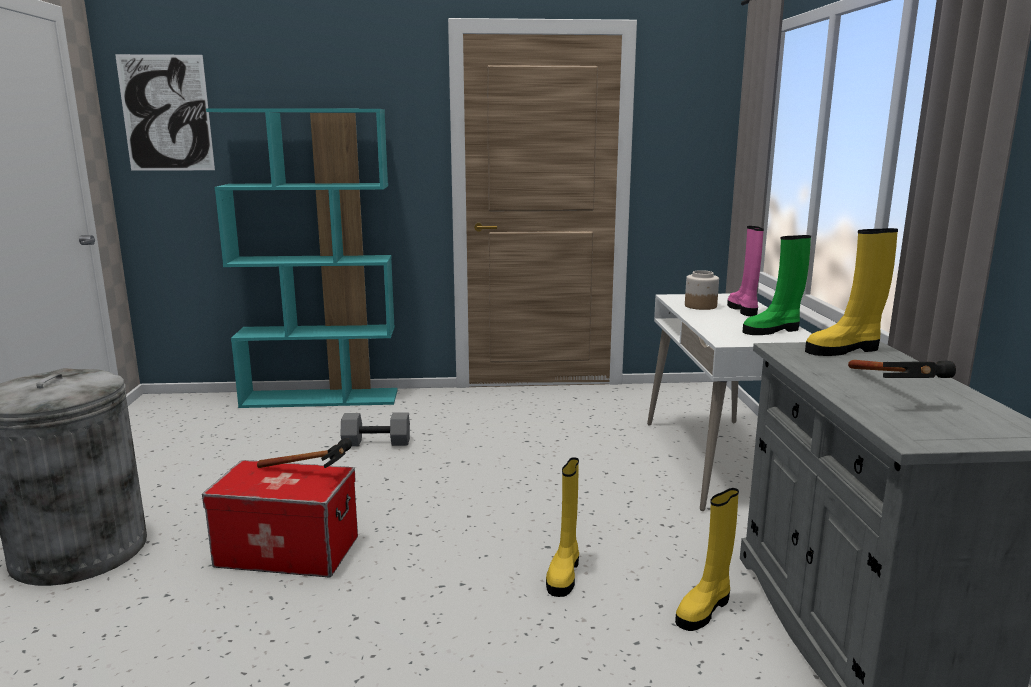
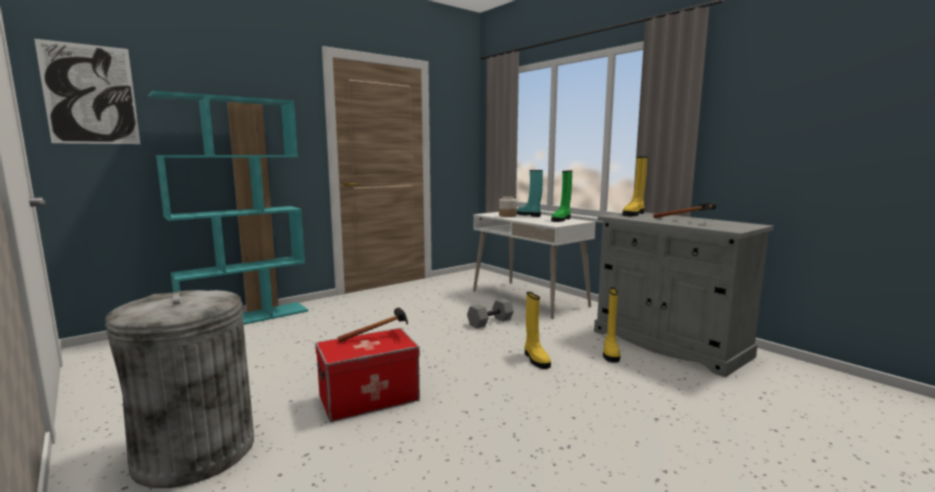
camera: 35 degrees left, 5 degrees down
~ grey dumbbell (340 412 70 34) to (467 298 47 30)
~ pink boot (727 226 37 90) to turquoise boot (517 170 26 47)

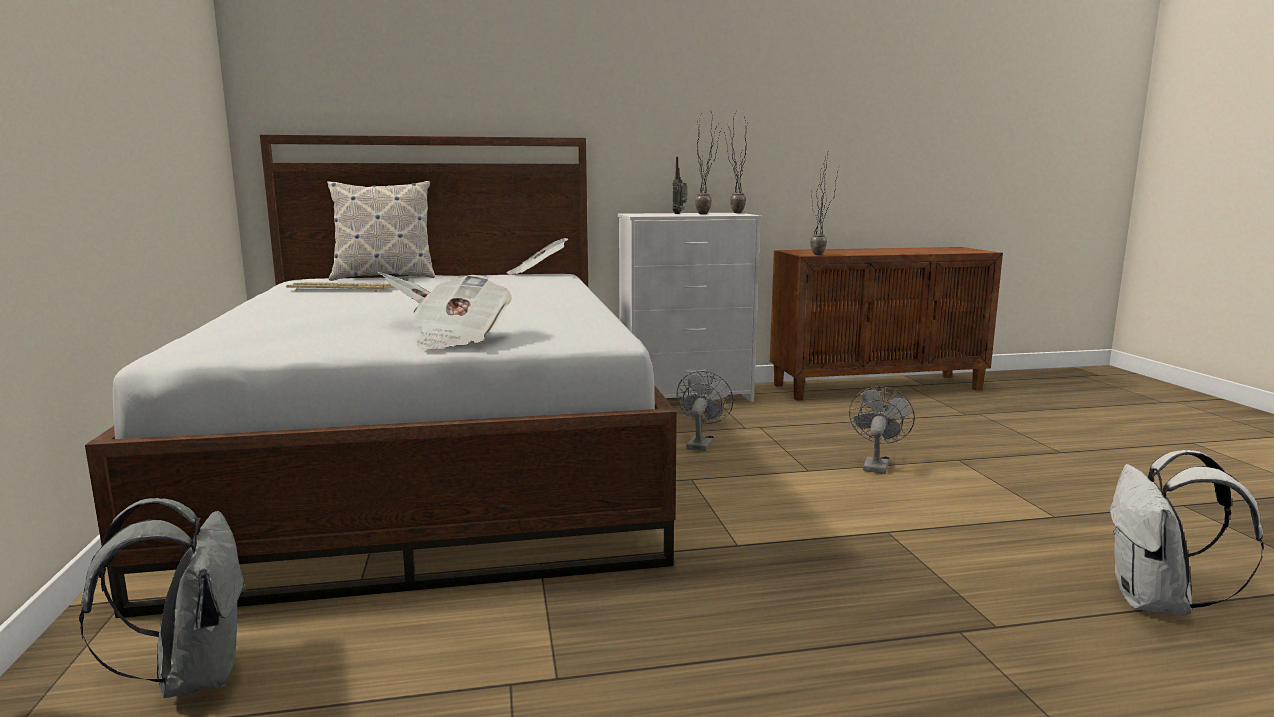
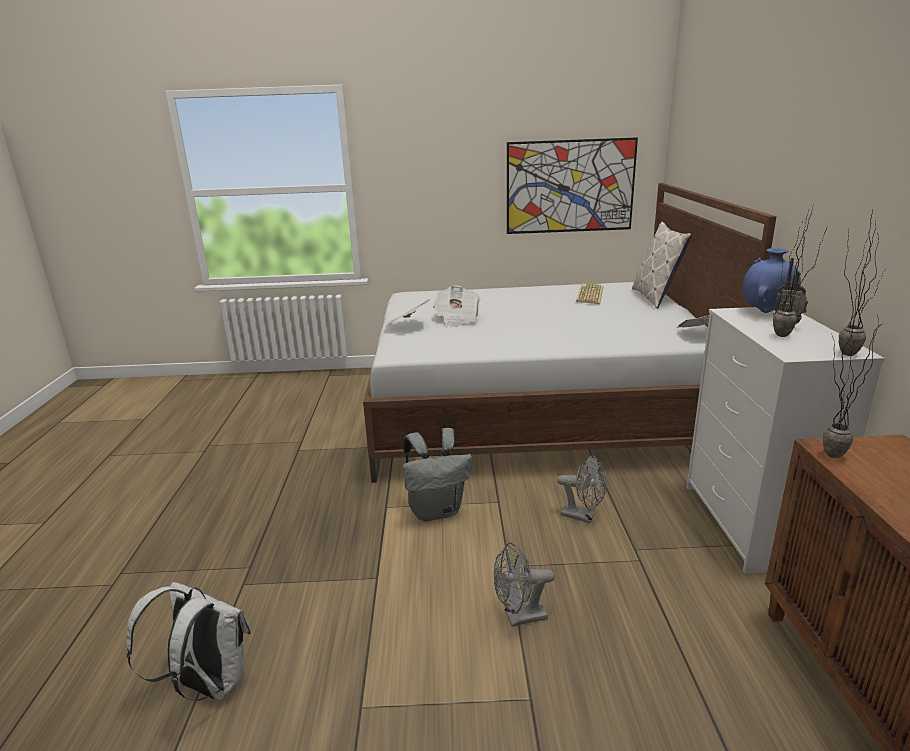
camera: 100 degrees right, 10 degrees up
+ picture (507 137 131 97)
+ blue vase (743 248 58 65)
~ grey backpack (79 498 168 200) to (403 428 69 93)
~ grey fan (849 386 66 88) = (493 542 61 85) 135 degrees clockwise

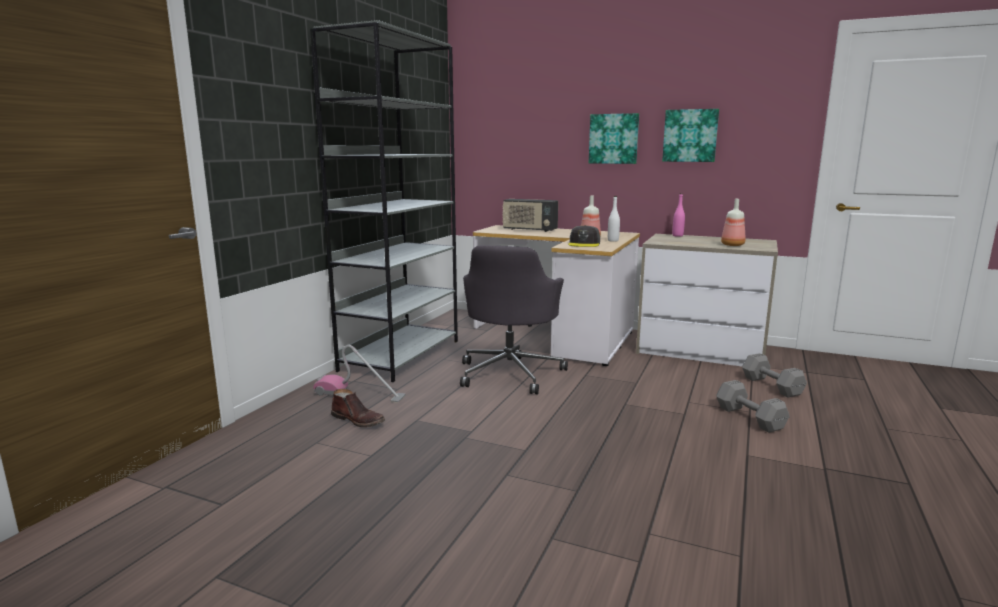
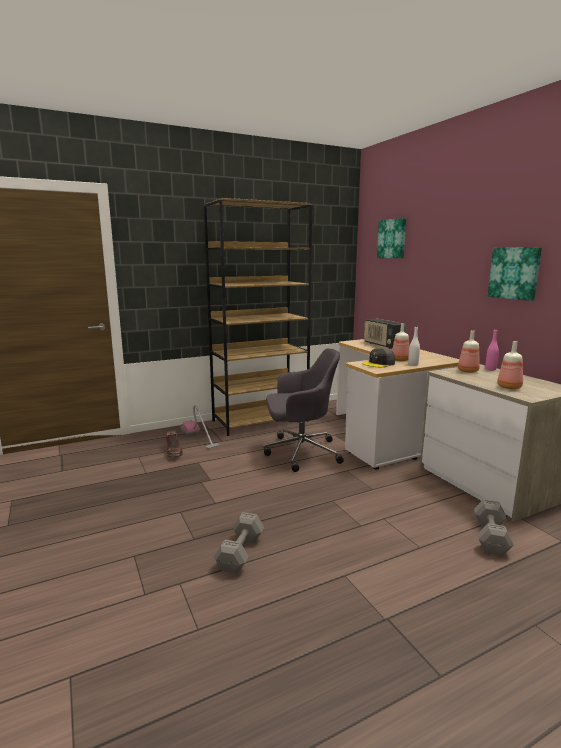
camera: 40 degrees right, 0 degrees up
+ bottle (458 330 22 43)
~ picture (589 113 50 51) to (377 218 29 40)
~ grey dumbbell (716 380 74 53) to (214 512 50 62)
~ grey bookcase (310 20 148 362) to brown bookcase (204 198 109 238)
~ grey office chair (460 245 108 149) = (263 348 81 124) 150 degrees counterclockwise

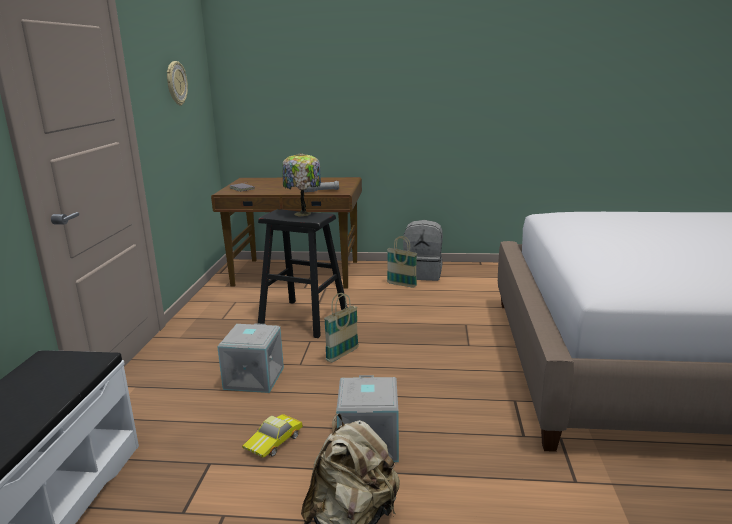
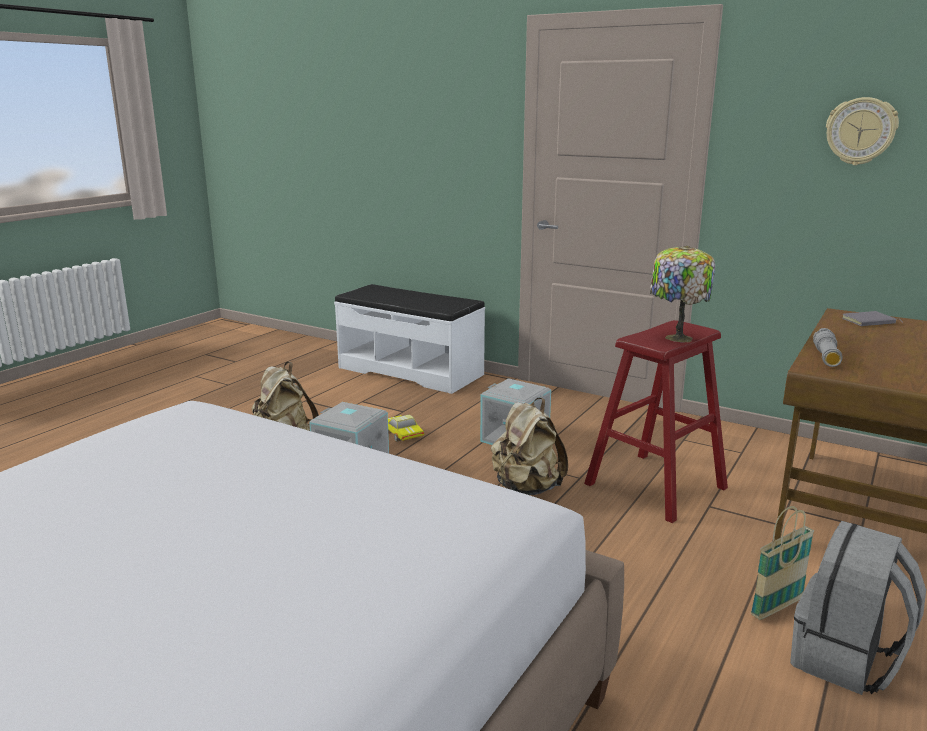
camera: 115 degrees right, 0 degrees up
~ basket (324 293 35 70) to beige backpack (491 398 77 97)
~ black stool (258 209 89 129) to red stool (584 320 144 203)

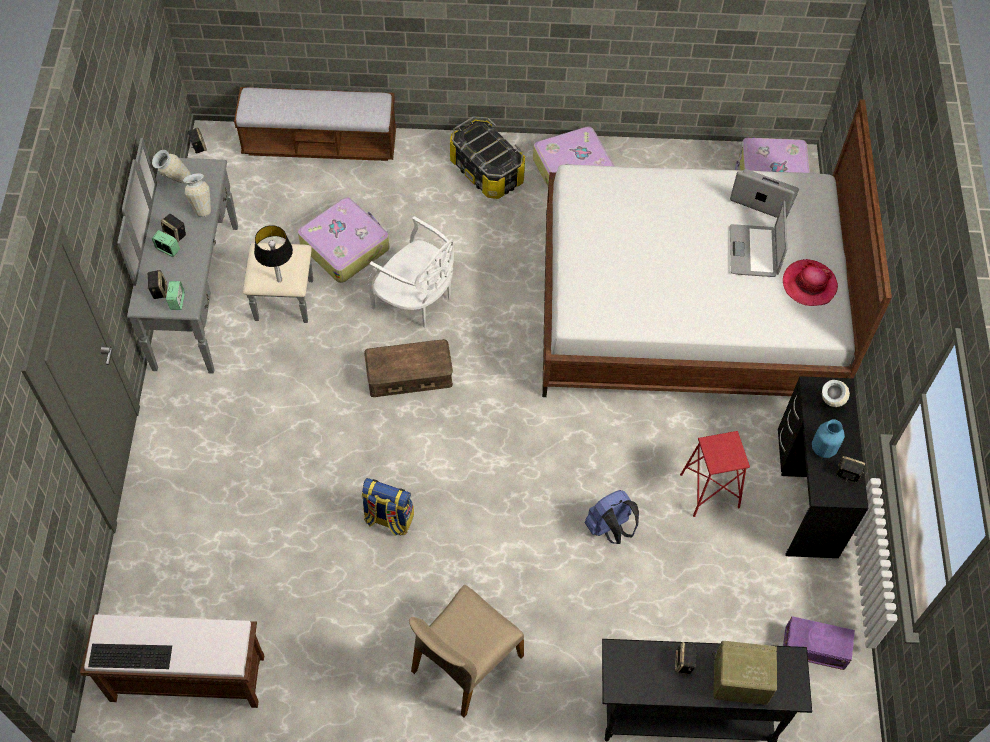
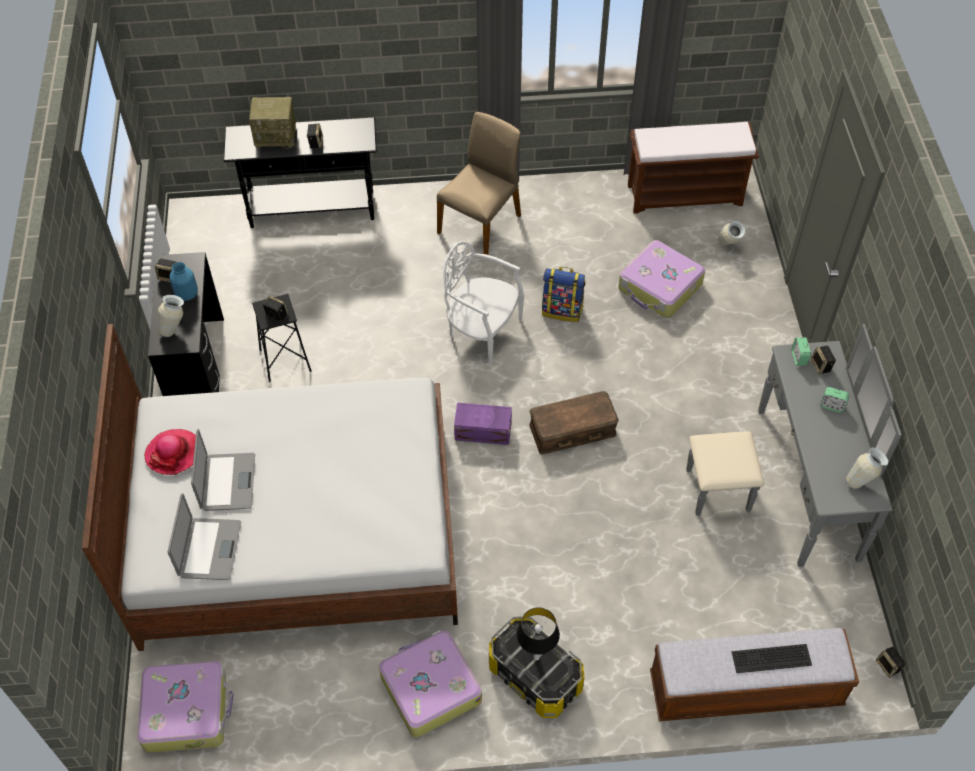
camera: 175 degrees right, 5 degrees down
- blue backpack (585 490 54 54)
~ keyboard (88 644 84 25) to (732 644 80 29)
~ speaker (161 214 25 28) to (263 296 25 25)
~ vase (183 173 28 44) to (718 221 27 24)
~ table lamp (254 225 39 57) to (516 607 44 54)
~ suitcase (298 197 92 86) to (618 240 87 78)
~ white chair (368 216 86 112) to (443 241 81 124)
~ purple storage box (783 616 72 54) to (454 403 58 42)
~ red stool (680 431 70 86) to black stool (252 294 59 88)
~ laptop (730 169 69 50) = (168 494 73 86) 105 degrees counterclockwise

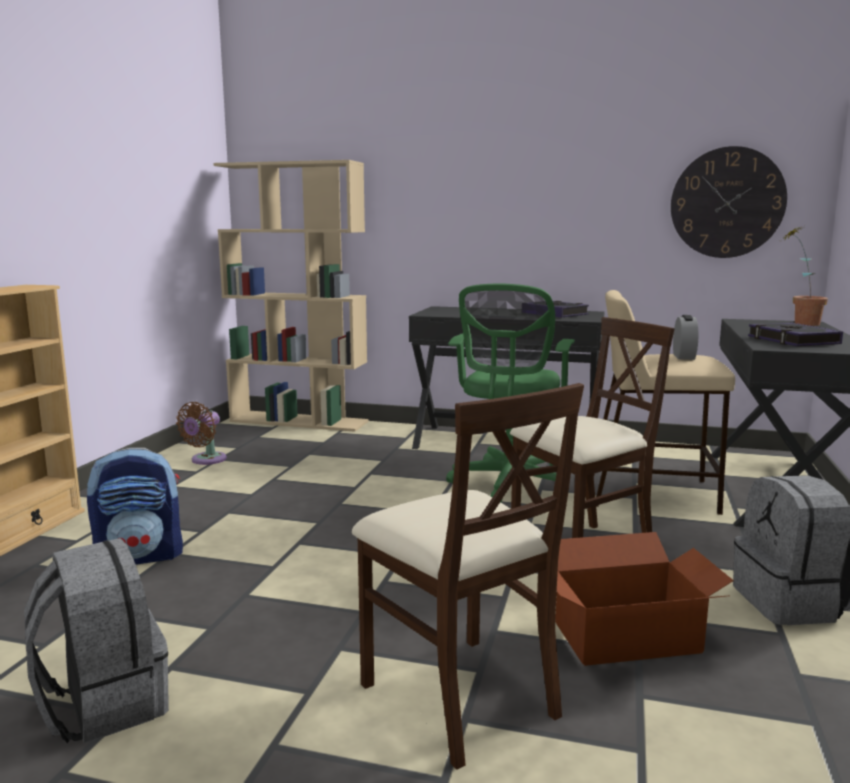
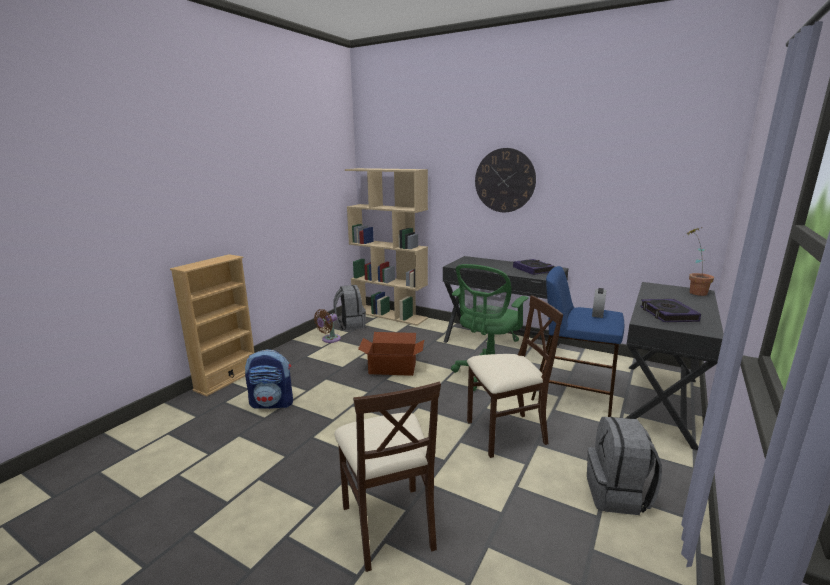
camera: 15 degrees right, 5 degrees up
~ grey backpack (24 538 145 206) to (333 285 33 45)
~ cardboard box (555 532 179 134) to (358 332 66 44)
~ wall clock (671 146 116 112) to (475 148 61 64)
~ beige stool (594 290 141 225) to blue stool (531 266 93 151)

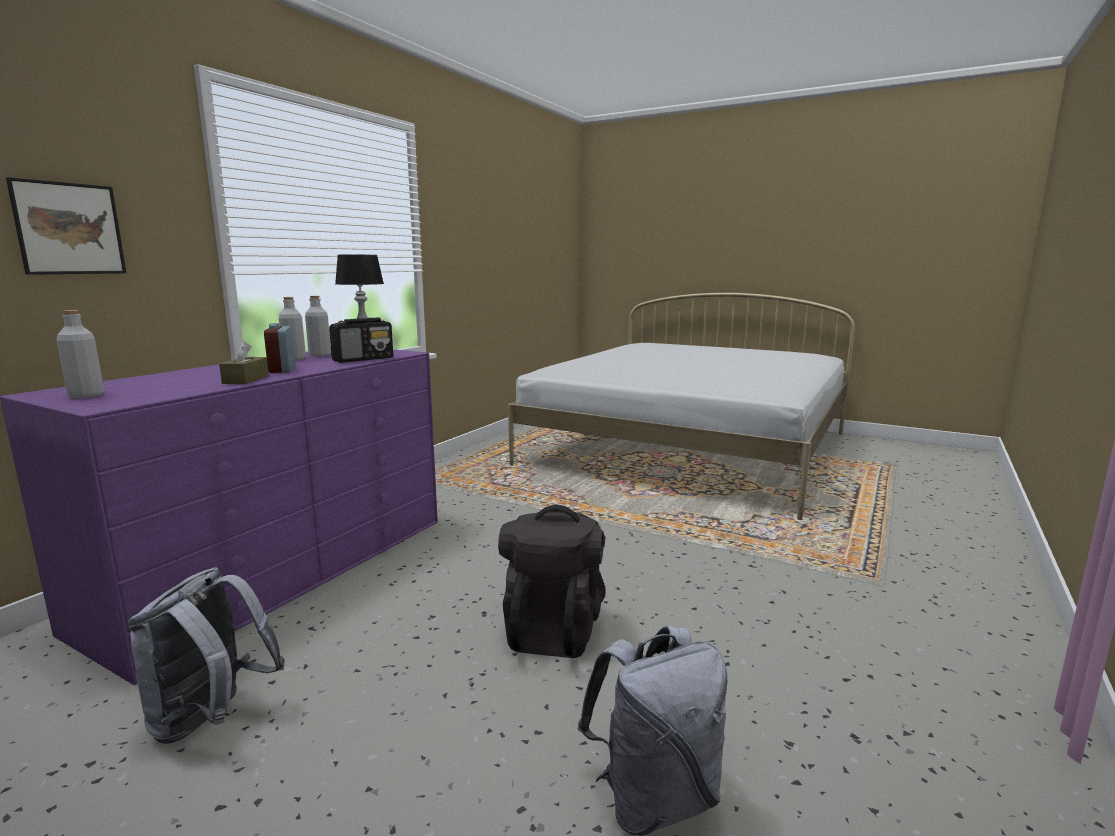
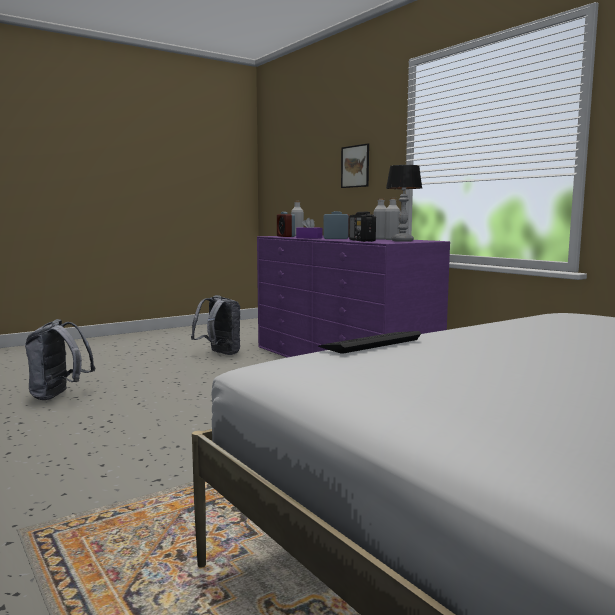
camera: 115 degrees right, 5 degrees down
- black backpack (498 505 108 153)
+ alarm clock (277 212 18 25)
+ keyboard (318 331 103 23)
~ brown tissue box (219 341 50 43) to purple tissue box (296 218 27 21)

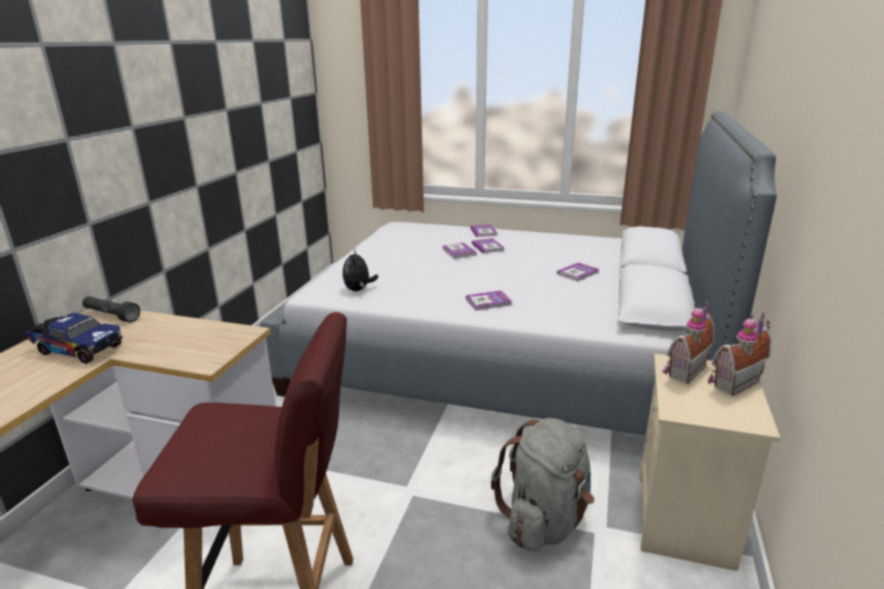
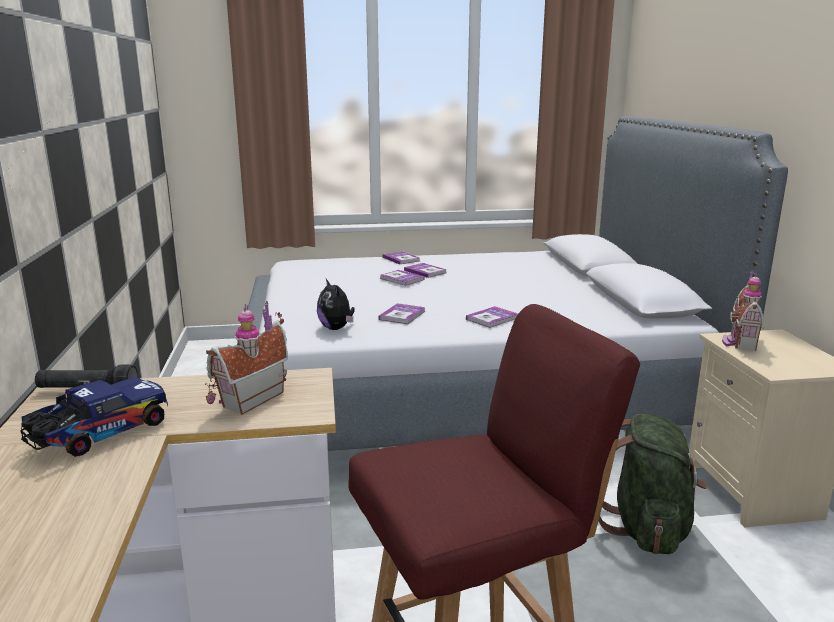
camera: 25 degrees left, 5 degrees down
~ book (557 262 42 19) to (379 303 46 21)
~ toy house (708 312 64 84) to (205 301 83 114)
~ grey backpack (491 418 103 134) to green backpack (599 414 108 140)
~ toy truck (26 313 97 51) = (21 377 147 80) 45 degrees counterclockwise

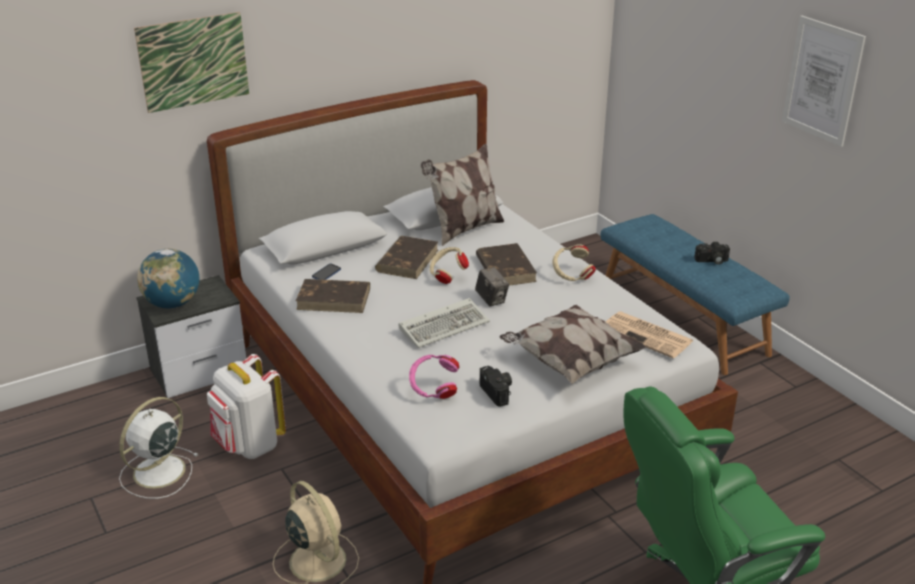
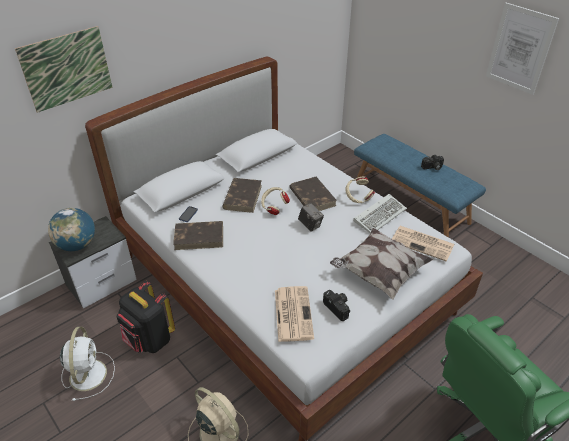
camera: 10 degrees left, 10 degrees up
- pillow (421 144 83 102)
~ keyboard (399 298 91 50) to (353 194 54 39)
~ pink headphones (409 355 50 44) to newspaper (275 286 39 56)
~ white backpack (207 354 79 105) to black backpack (117 281 58 72)
~ white fan (119 397 79 102) = (60 327 55 74) 150 degrees clockwise

